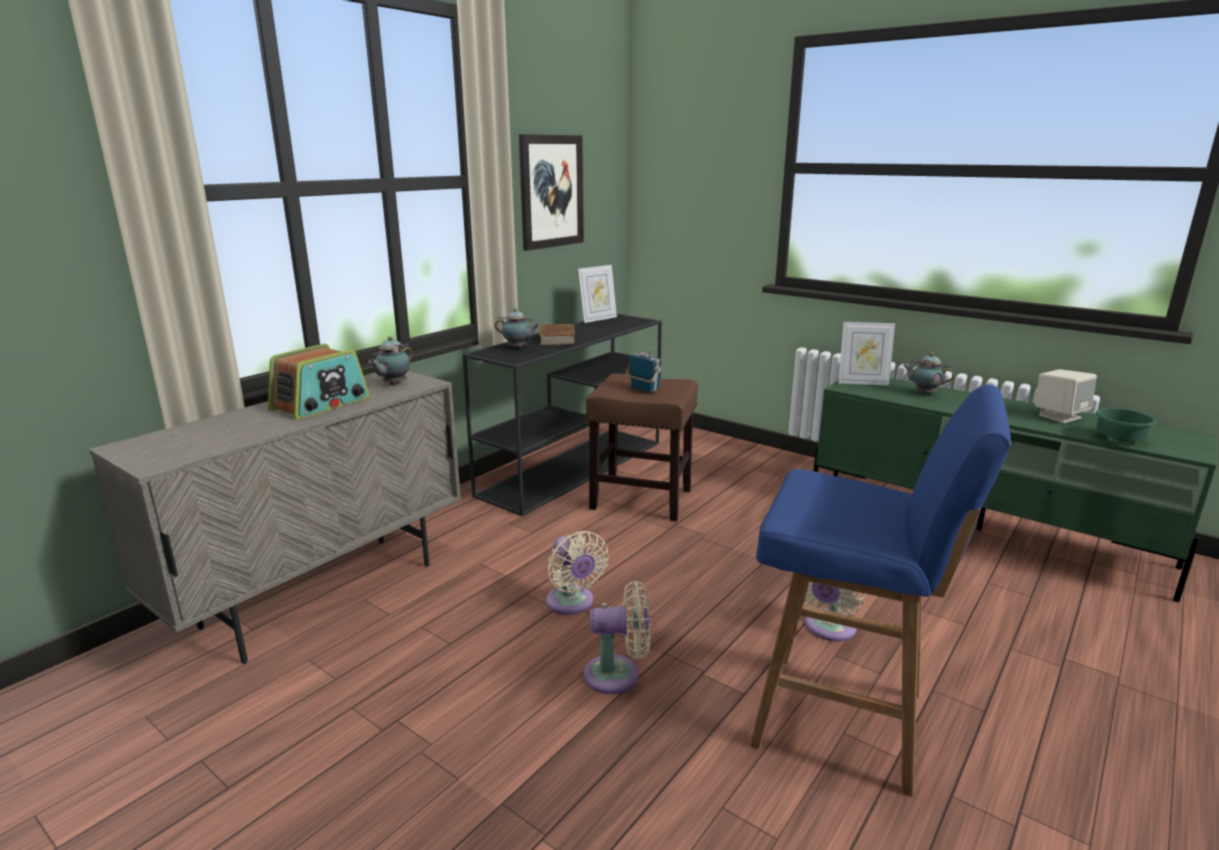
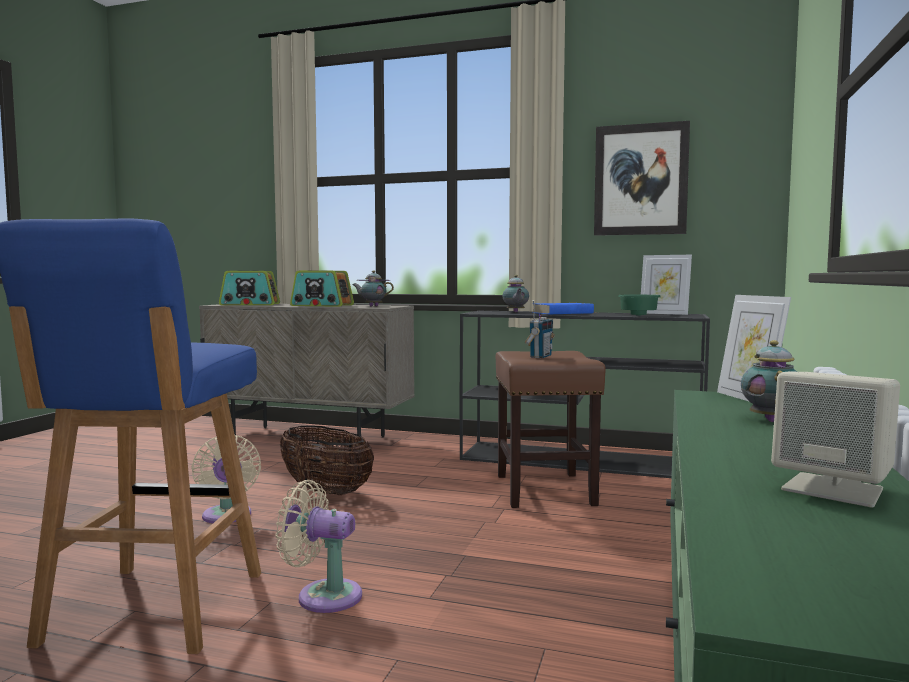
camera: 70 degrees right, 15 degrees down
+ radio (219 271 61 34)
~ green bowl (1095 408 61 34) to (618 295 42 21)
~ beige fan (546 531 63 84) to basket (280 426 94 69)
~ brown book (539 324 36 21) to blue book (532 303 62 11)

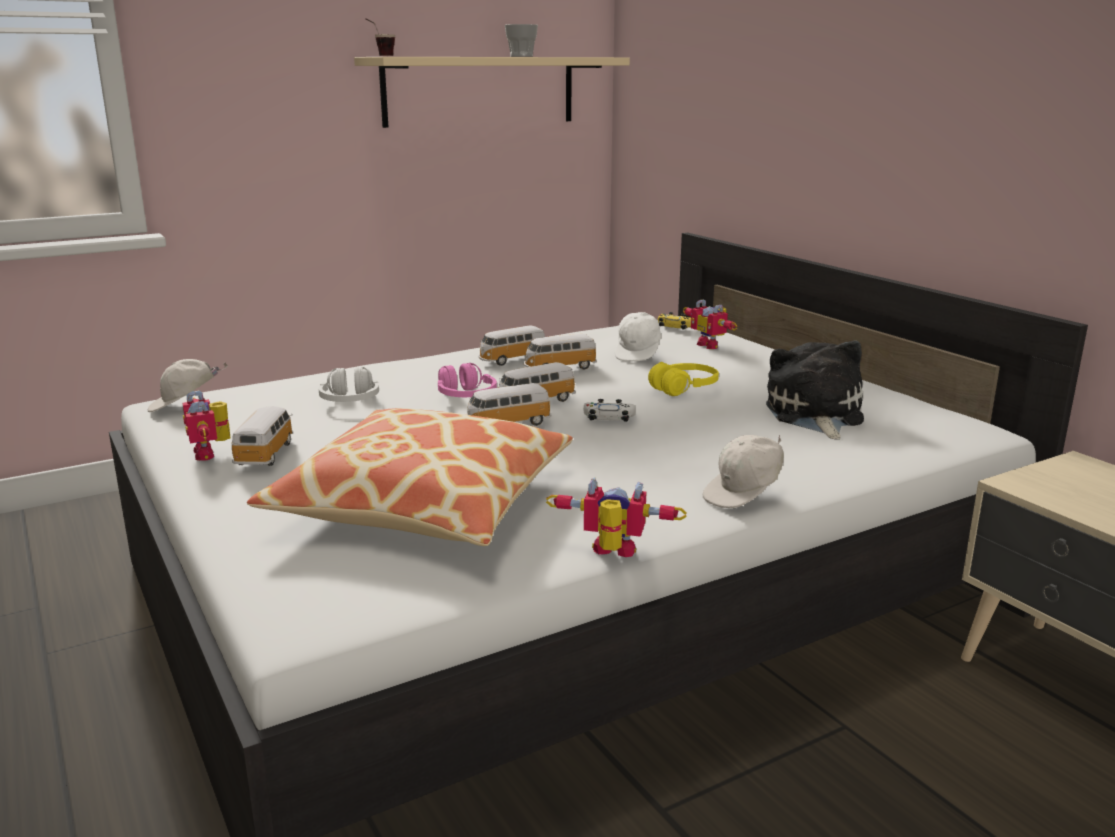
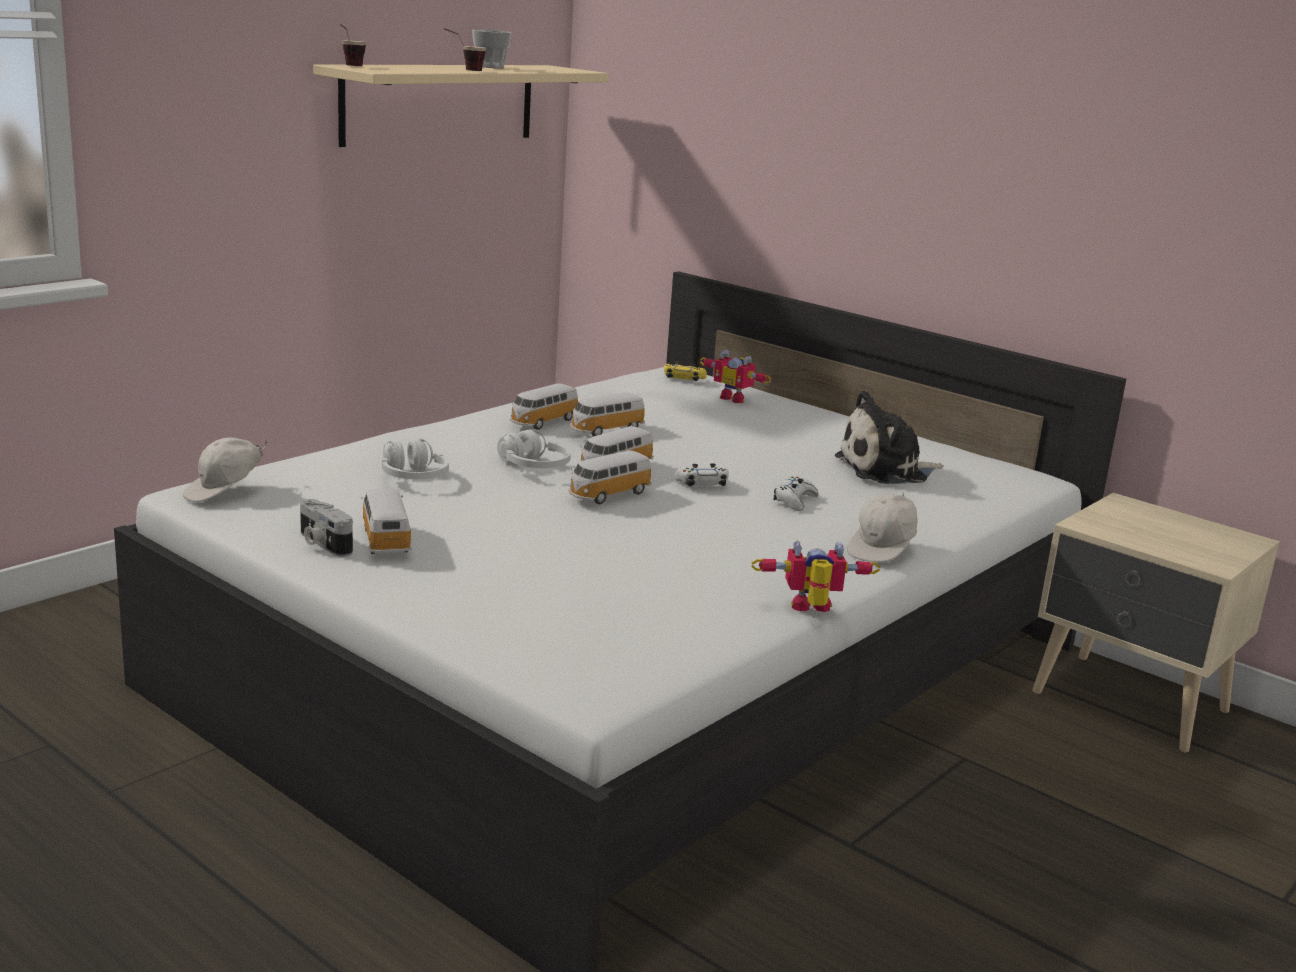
camera: 20 degrees left, 0 degrees up
- pillow (247 408 326 138)
- white cap (615 312 47 50)
- yellow headphones (648 362 71 34)
+ cup (444 28 42 43)
+ white game controller (773 477 45 34)
~ toy robot (183 390 47 71) to photo camera (300 499 53 58)
~ pink headphones (438 363 59 34) to white headphones (497 429 74 39)
~ plush toy (766 340 98 100) = (834 390 110 94) 90 degrees counterclockwise

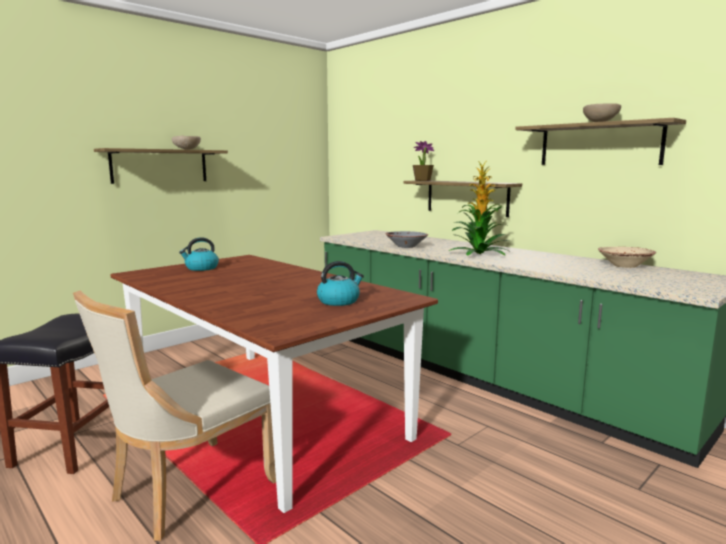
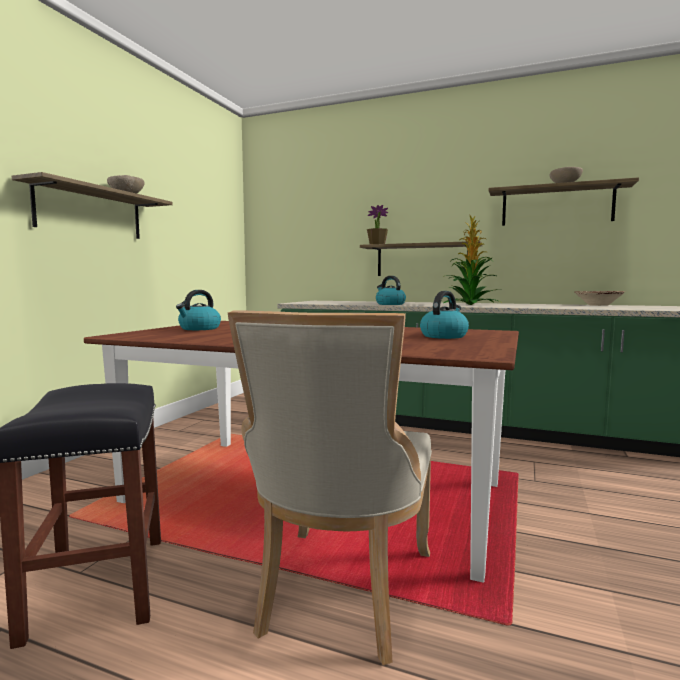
camera: 25 degrees left, 5 degrees down
~ grey bowl (386 231 42 17) to kettle (376 276 30 29)

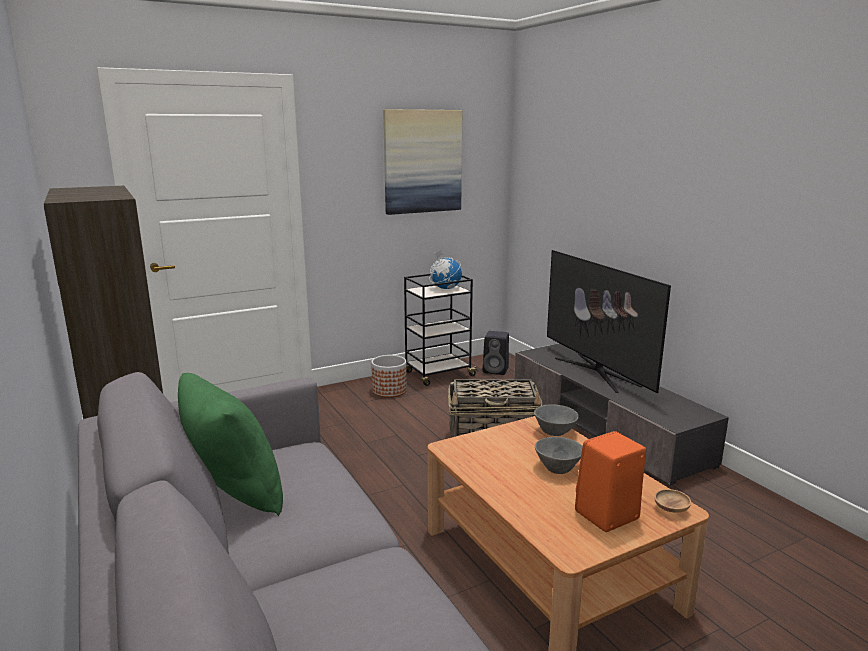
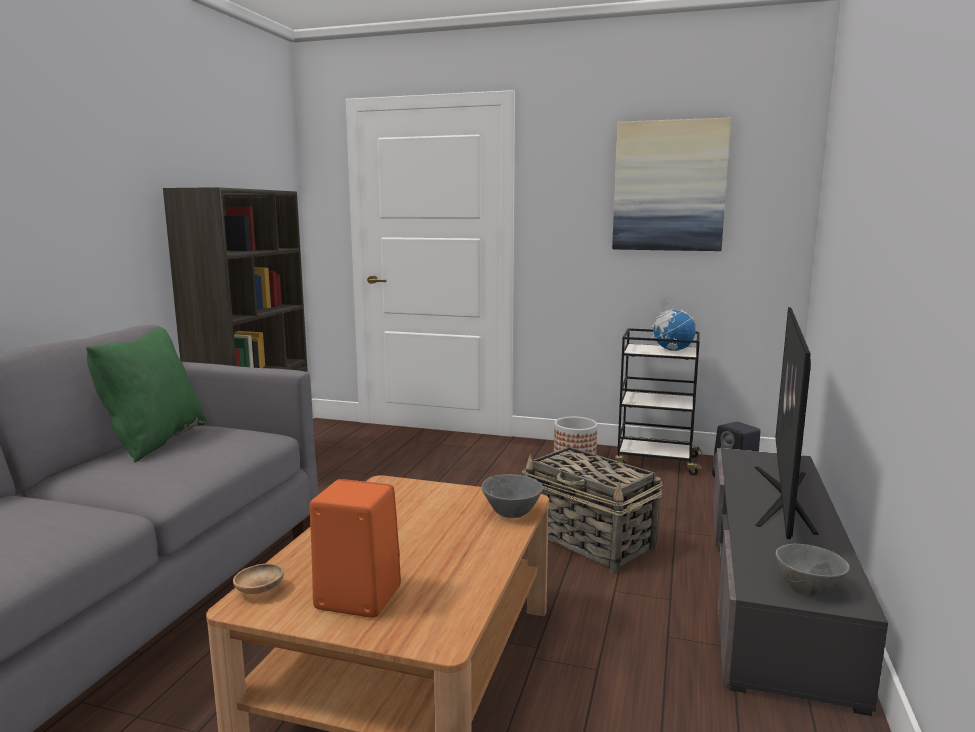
camera: 45 degrees right, 5 degrees down
~ grey bowl (535 437 48 37) to (776 544 74 52)
~ brown bowl (654 489 37 24) to (233 563 51 31)

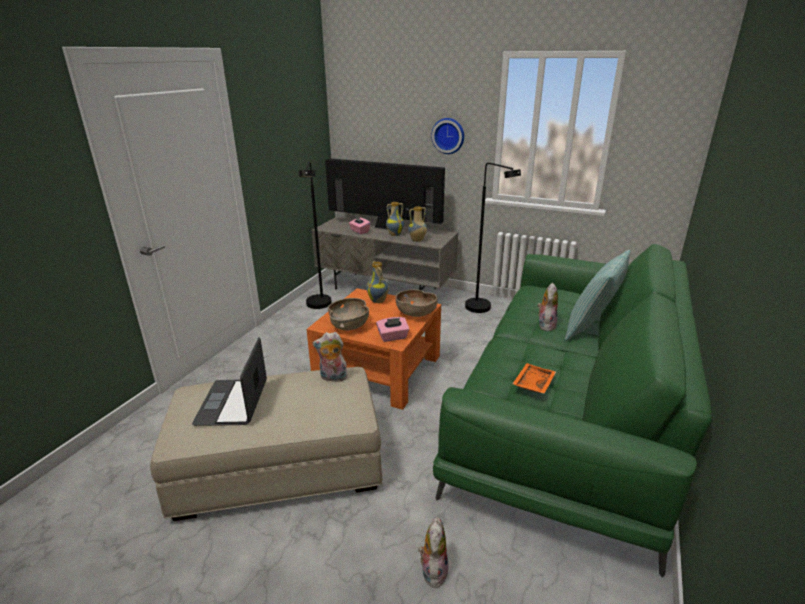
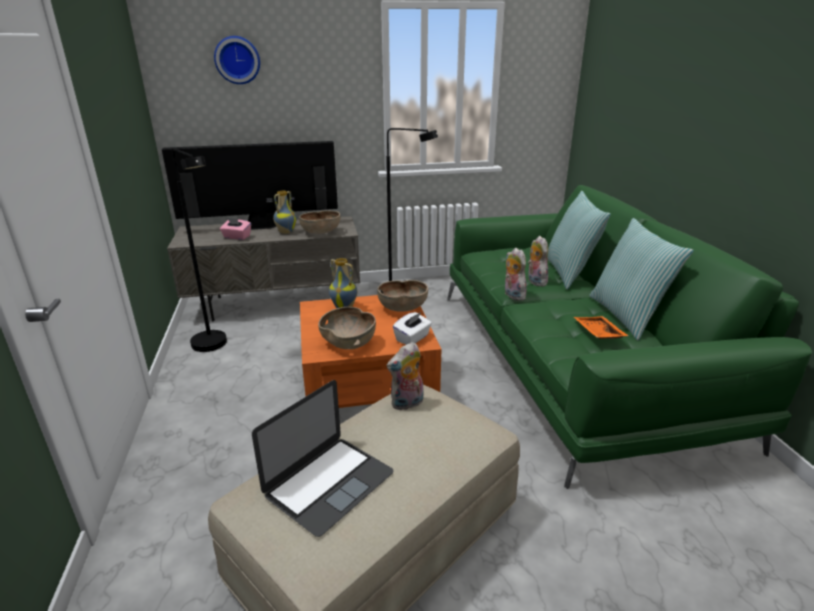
camera: 35 degrees left, 0 degrees up
+ pillow (589 218 105 123)
~ plush toy (418 517 30 71) to (504 248 23 52)
~ wall clock (431 118 33 36) to (214 36 46 48)
~ vase (408 206 19 36) to brown bowl (299 210 41 24)
~ pink tissue box (376 317 33 25) to white tissue box (393 312 39 33)
~ laptop (192 337 75 89) = (252 380 142 157) 105 degrees counterclockwise

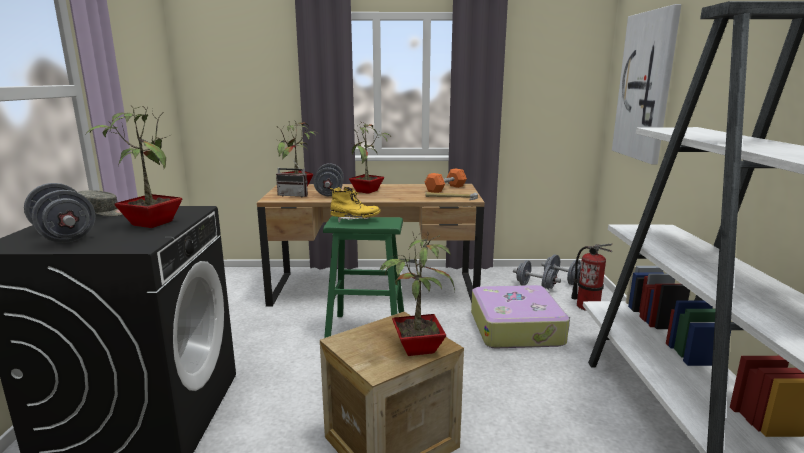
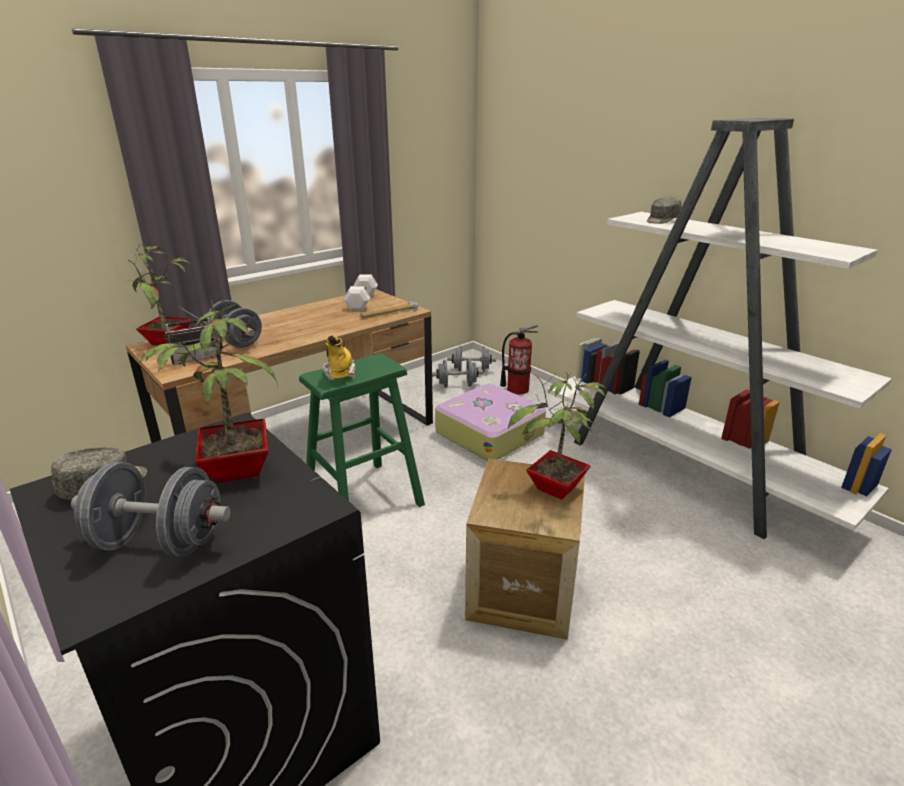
camera: 40 degrees left, 10 degrees up
- potted plant (349 122 42 72)
- picture (612 4 70 161)
+ grey cap (647 197 35 27)
~ orange dumbbell (425 168 42 25) to white dumbbell (343 274 35 37)
~ yellow boot (330 186 50 36) = (323 335 33 45) 60 degrees counterclockwise

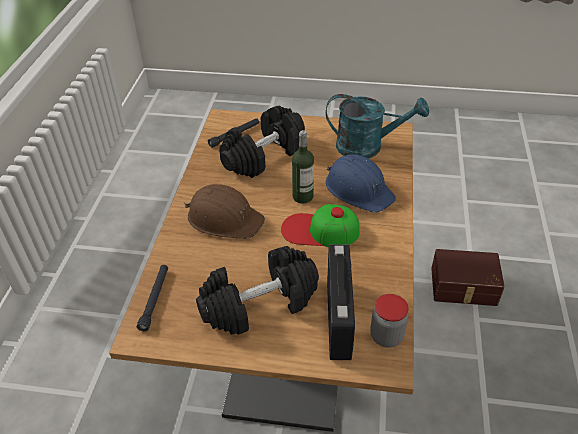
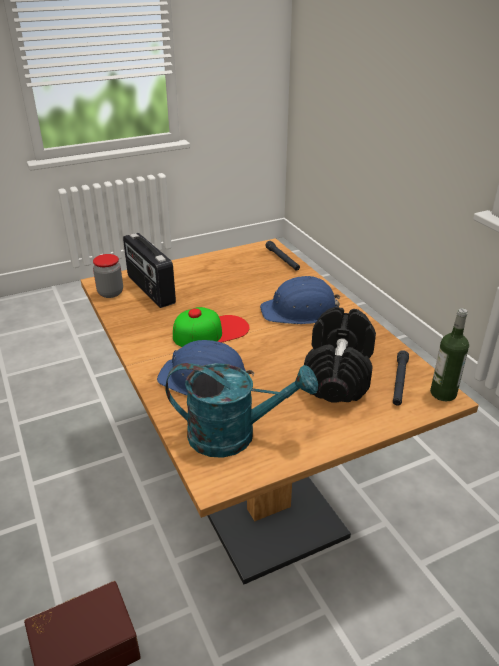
camera: 145 degrees right, 10 degrees down
- black dumbbell (196 246 123 89)
~ bottle (292 130 22 74) to (430 308 39 94)
~ brown hard hat (184 184 81 55) to blue hard hat (260 276 80 48)
~ turquoise watering can (326 94 103 65) = (165 363 153 95) 150 degrees counterclockwise

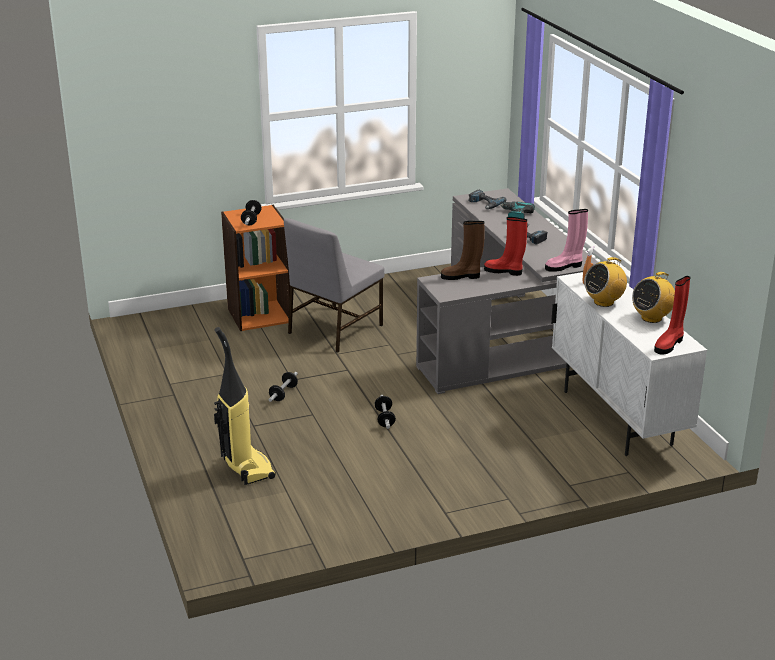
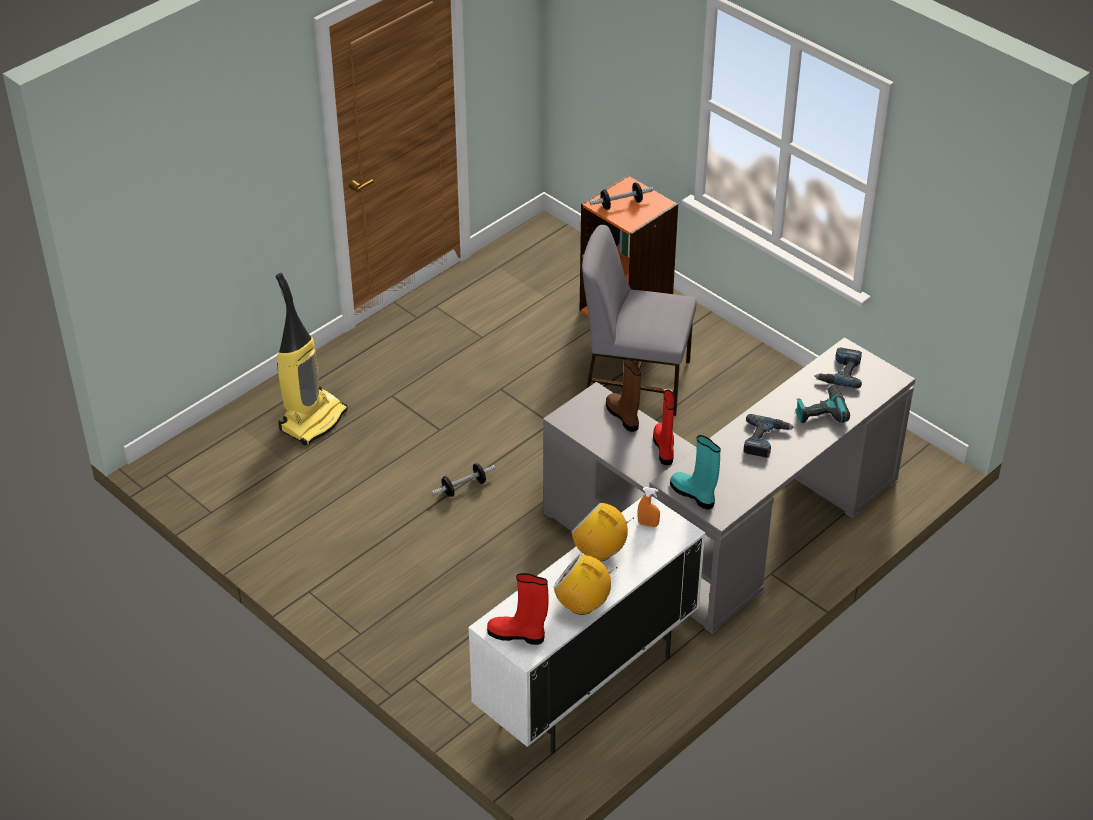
camera: 65 degrees right, 15 degrees up
- dumbbell (269 372 29 30)
~ pink boot (545 209 43 63) to turquoise boot (670 435 51 74)

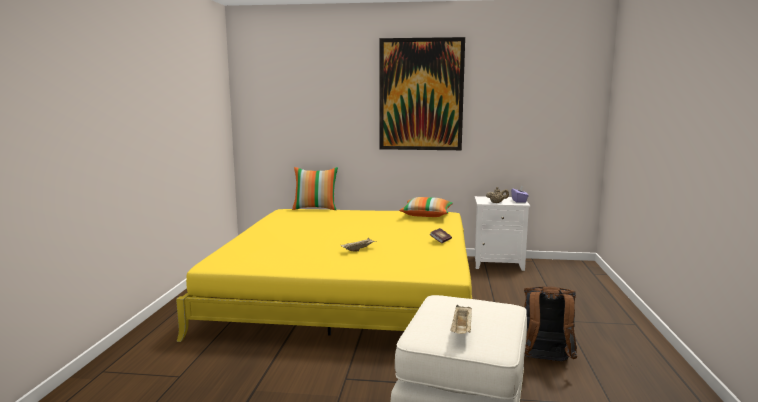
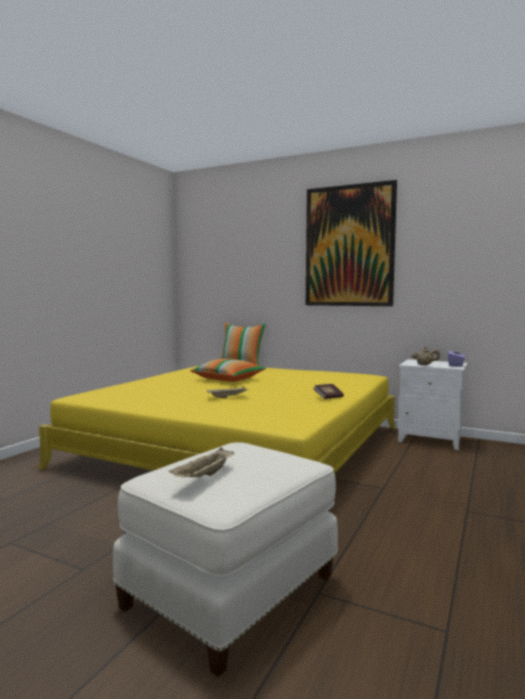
camera: 20 degrees right, 5 degrees down
- brown backpack (524 286 53 75)
~ pillow (399 197 54 20) to (190 359 76 23)

